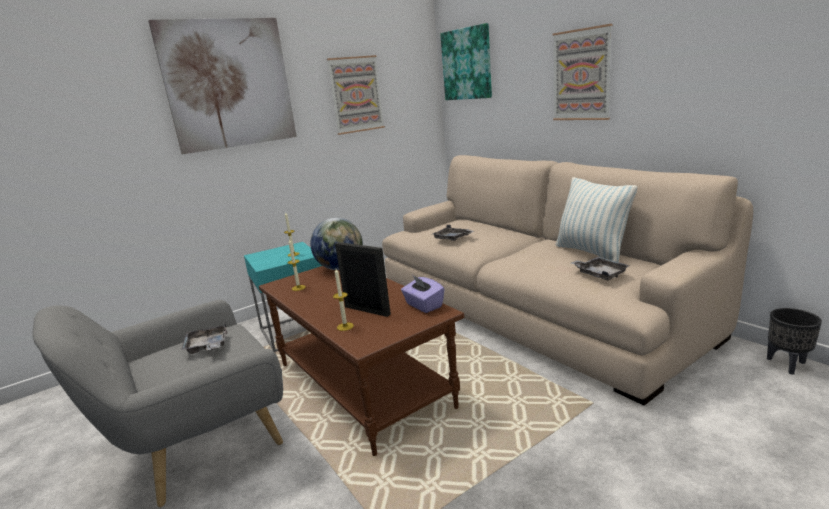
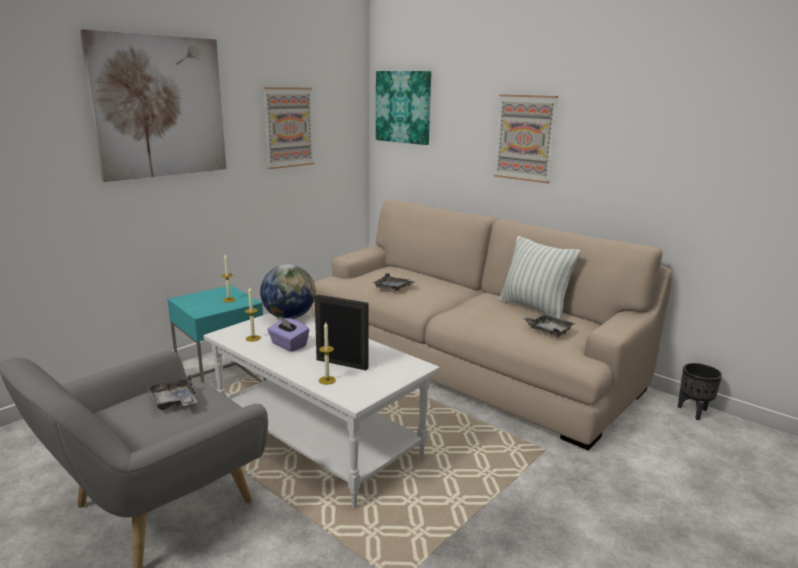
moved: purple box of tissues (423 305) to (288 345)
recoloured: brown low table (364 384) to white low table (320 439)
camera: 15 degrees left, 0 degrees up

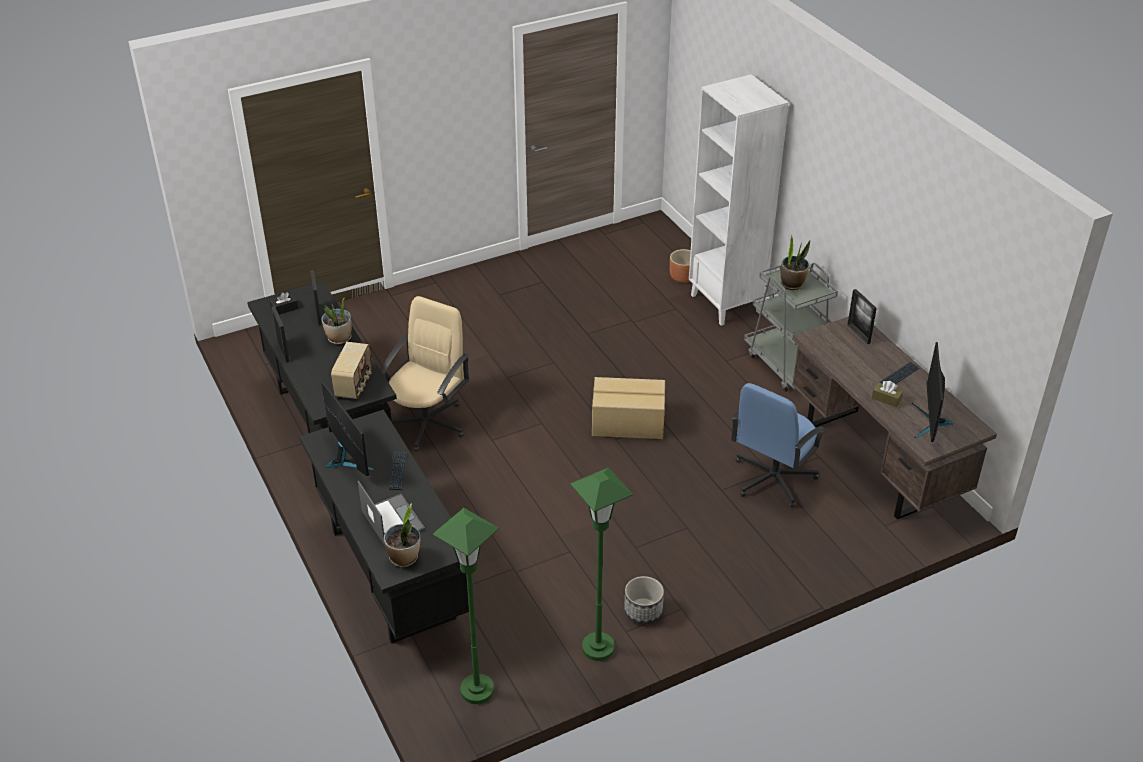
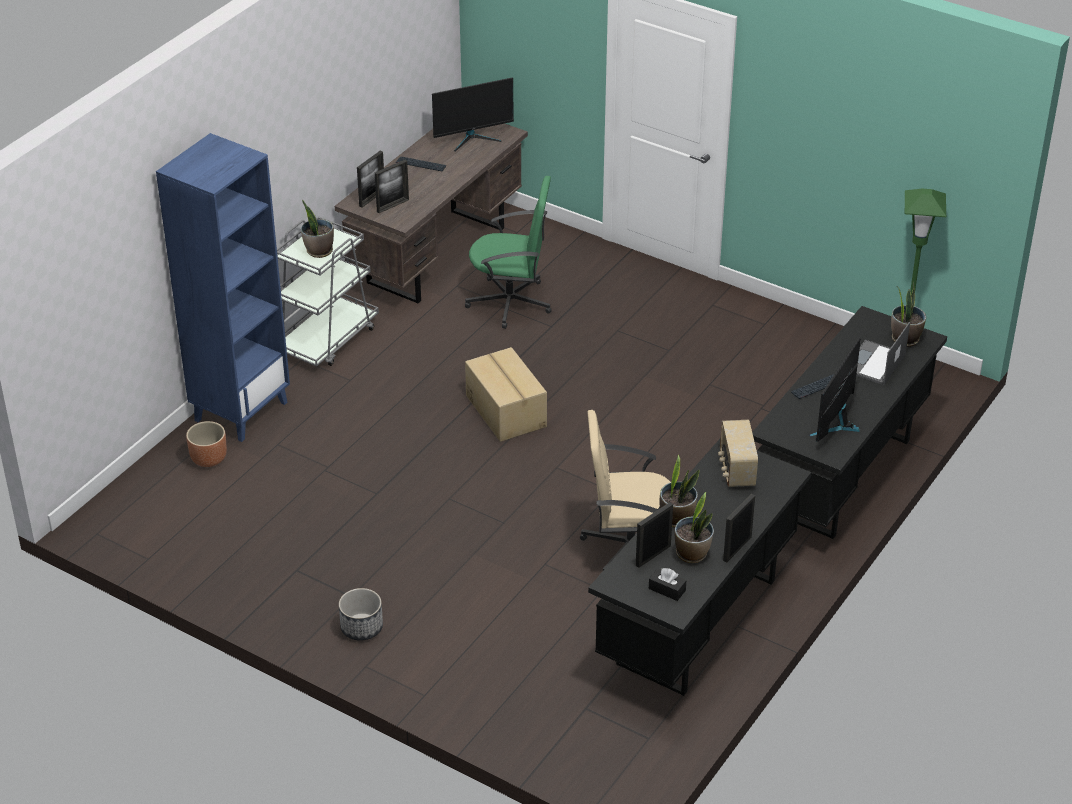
removed: green-coloured standard lamp (598 648); brown box of tissues (886 399)
added: photo frame (393 205); plant in a pot (692 554)
moved: planter (643 612) to (362 627)
recoloured: white bookshelf (726 303) to bluish bookshelf (241 410); bluish computer chair (772 479) to green-coloured computer chair (511 302)
turned: radio set (354 385) = (736 470) 75 degrees counterclockwise
camera: 120 degrees left, 0 degrees up

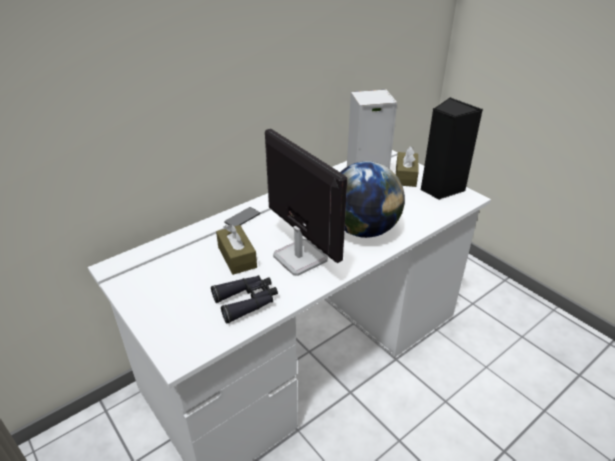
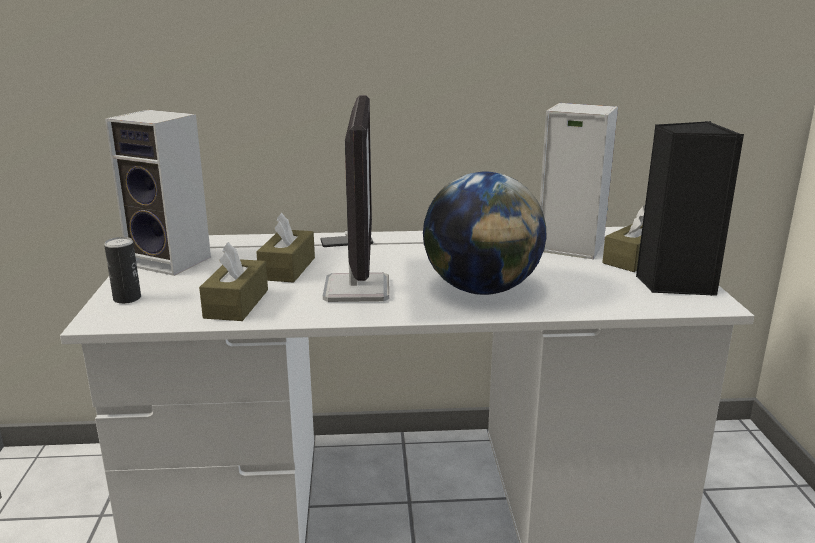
added: can (127 298); audio speaker (173 261)
replaced: black-coloured field glasses (247 301) to brown box of tissues (236 304)
camera: 35 degrees right, 15 degrees down

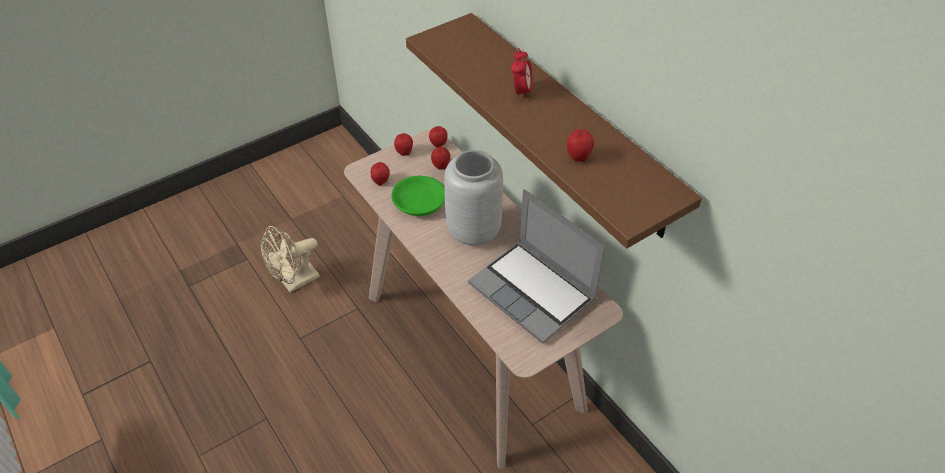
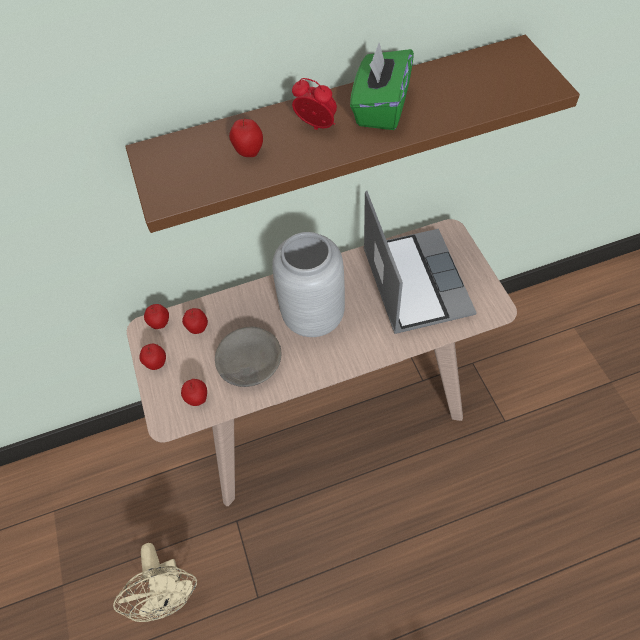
added: green-coloured box of tissues (380 108)
moved: apple fruit (578 157) to (249 153)
recoloured: green-coloured deep dish (418 202) to grey deep dish (249 363)
turned: portable computer (534 292) = (414 281) 75 degrees counterclockwise
camera: 70 degrees left, 10 degrees up

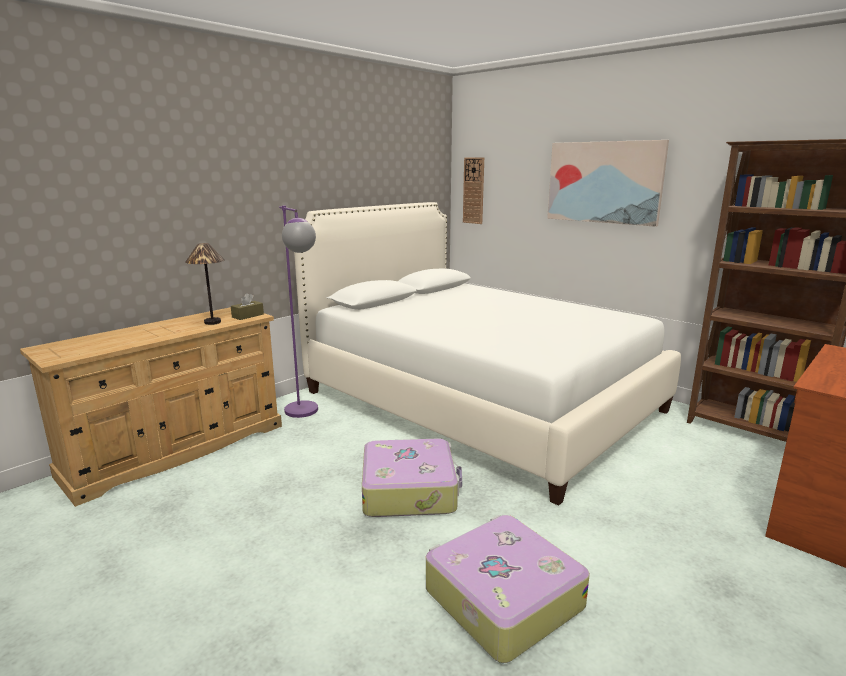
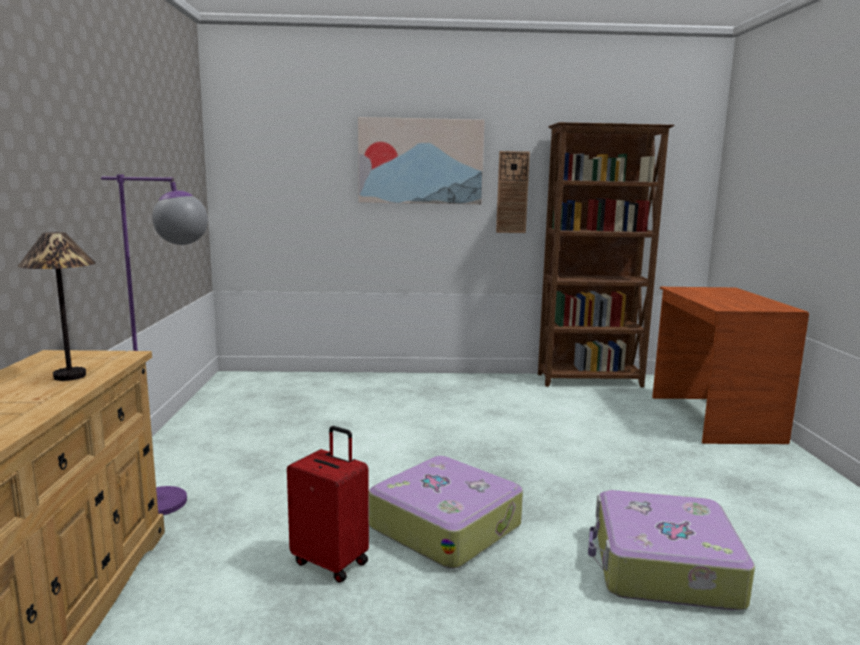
removed: brown box of tissues (248 316); white bed (479 400)
added: red travel case (331 562)
moved: wall clock (473 190) to (512 192)
camera: 45 degrees left, 5 degrees down

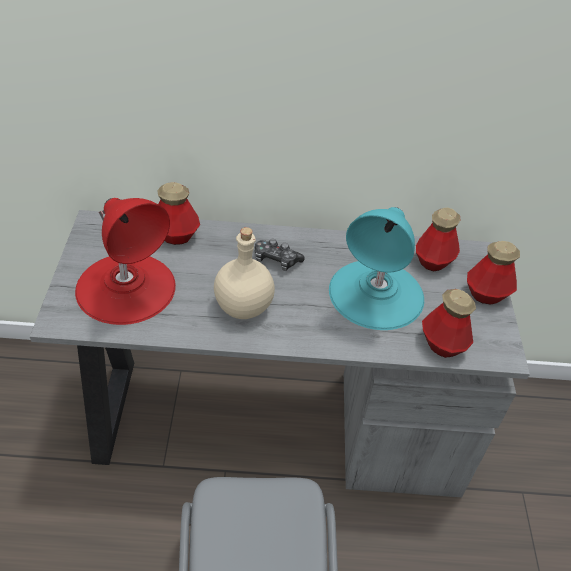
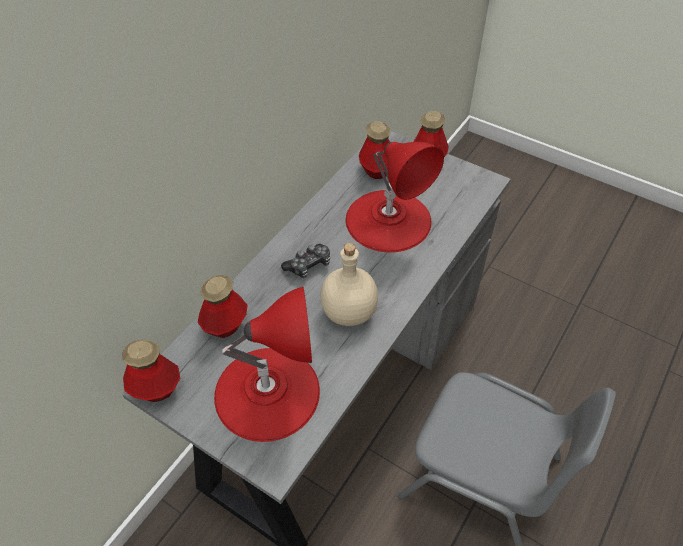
moved: bottle (442 344) to (156 389)
recoloured: turquoise-coloured tabletop lamp (376 294) to red tabletop lamp (388 220)
camera: 55 degrees left, 5 degrees up

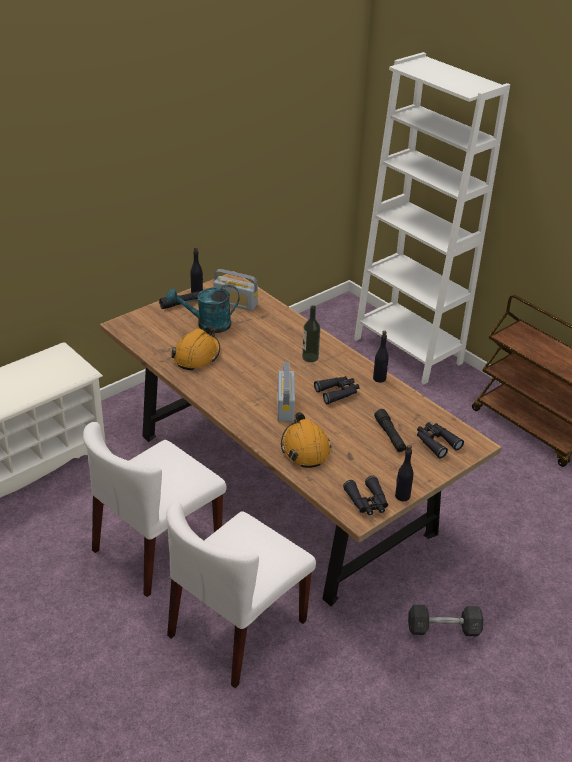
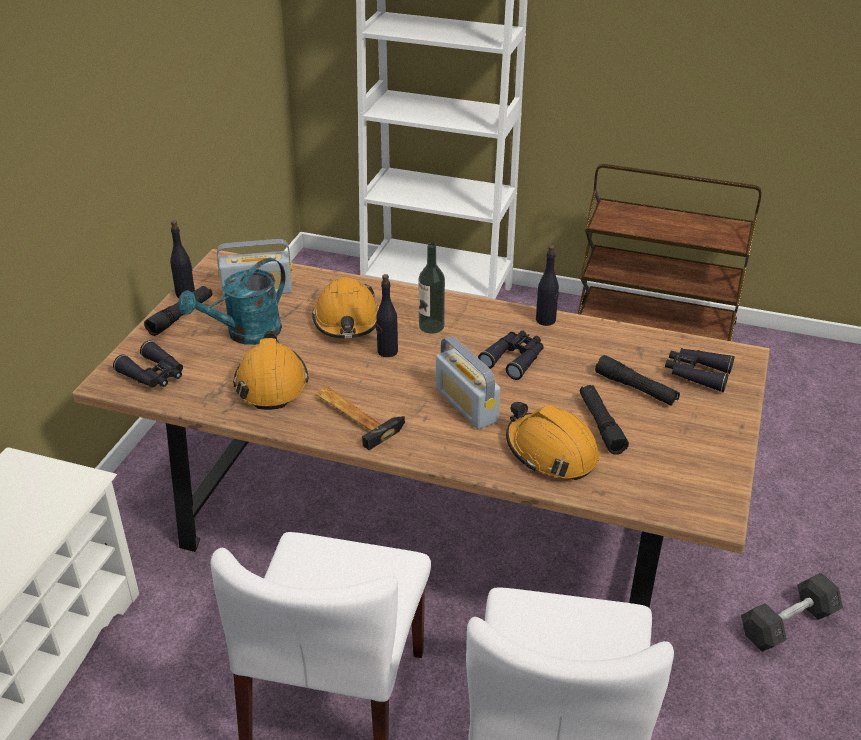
added: orange safety helmet (347 321); hammer (355 415); black-coloured flashlight (601 425)
moved: black-coloured field glasses (367 502) to (154 375); black-coloured bottle (402 496) to (387 351)
camera: 30 degrees left, 0 degrees up

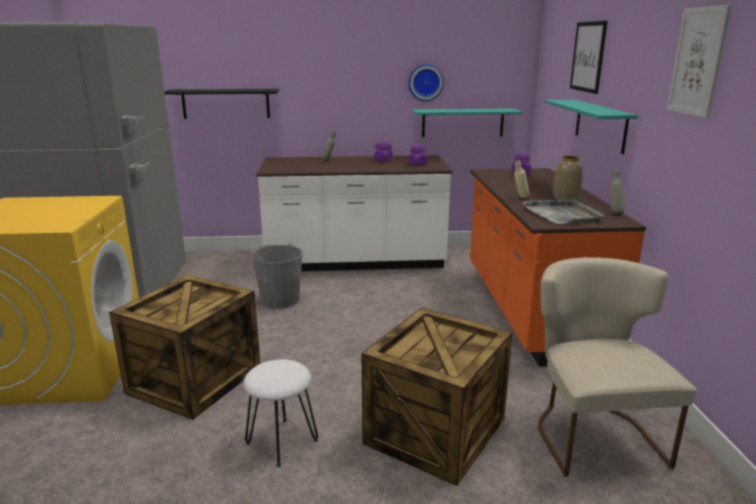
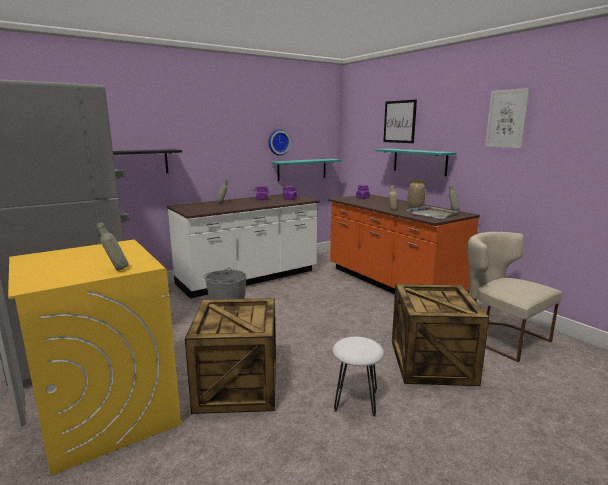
added: grey bottle (115 270)
camera: 30 degrees left, 5 degrees down

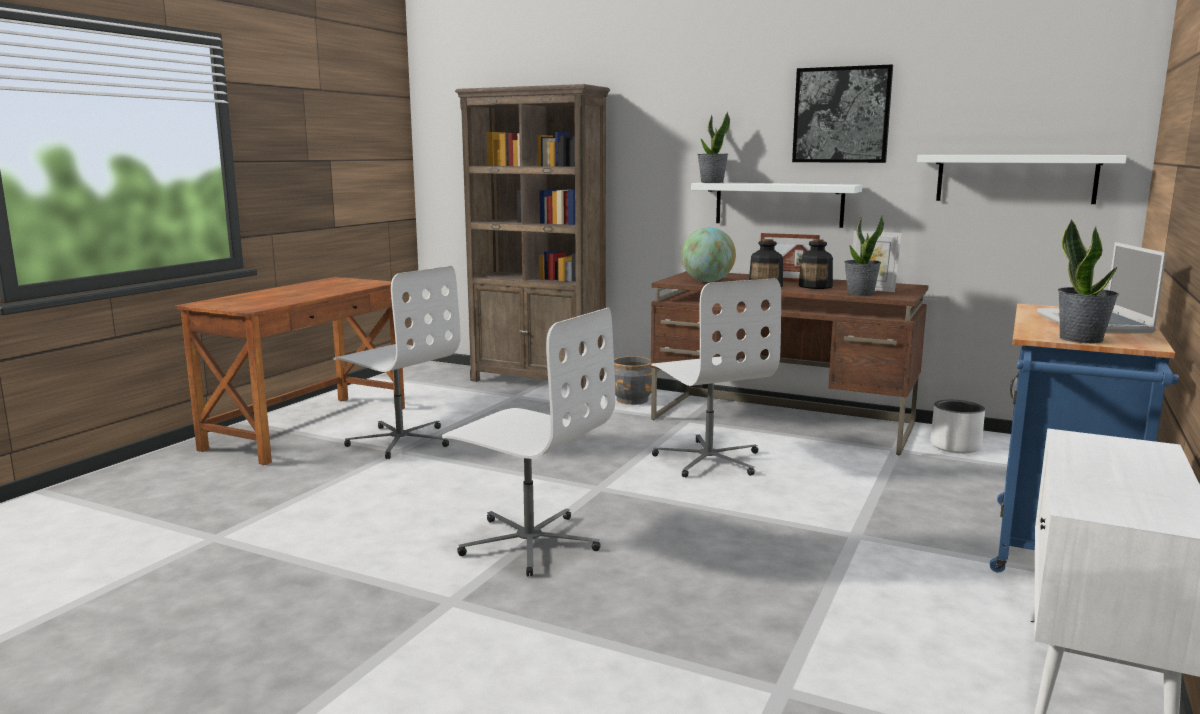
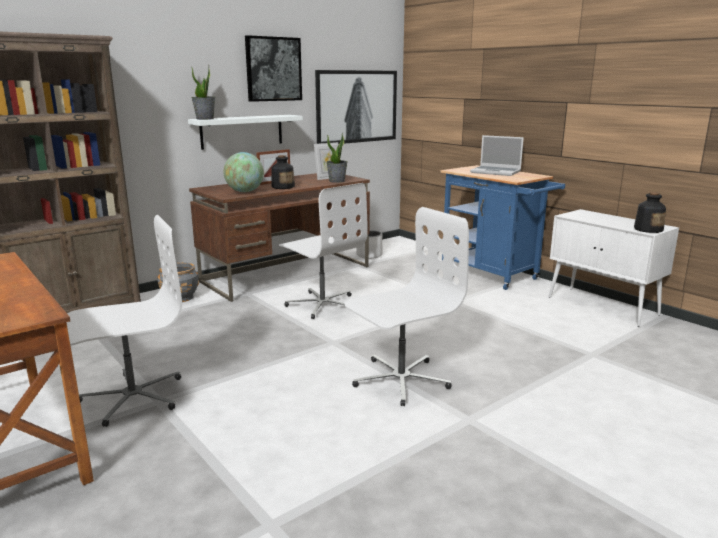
removed: plant in a pot (1081 339)
moved: bottle (815 286) to (648 229)
replaced: white bracket shelf (1015 178) to wall art (357 106)
turned: white computer chair (709 460) = (323 304) 45 degrees clockwise
camera: 65 degrees left, 5 degrees up

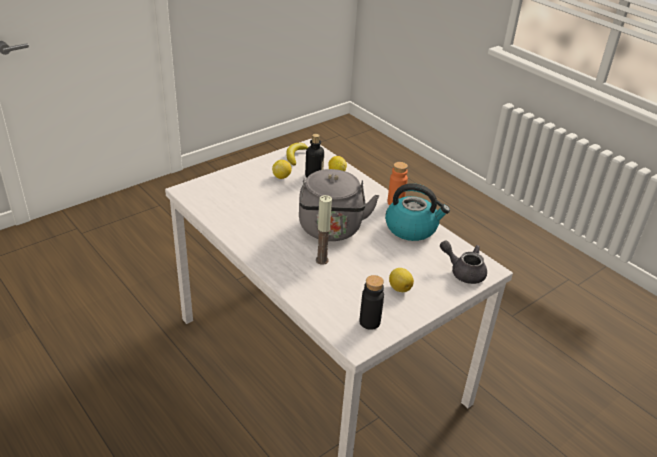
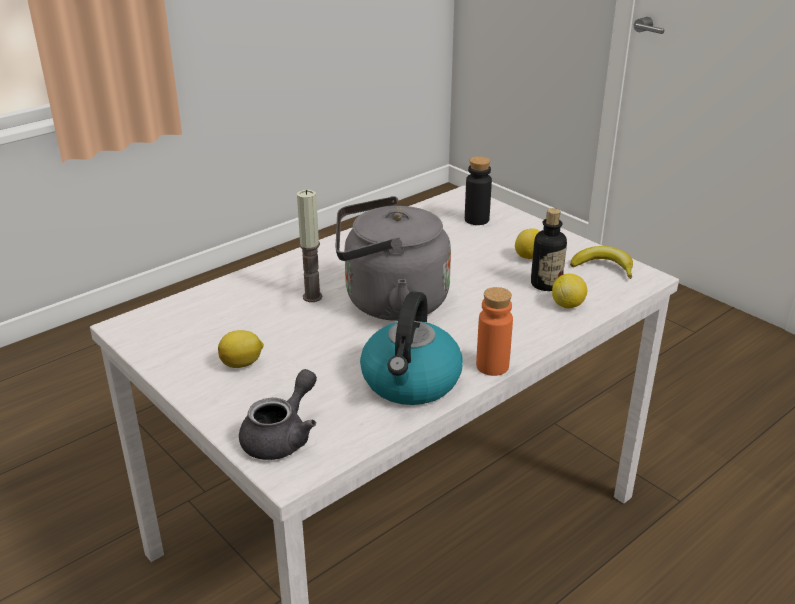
moved: black-coloured bottle (369 322) to (476 220)
camera: 90 degrees right, 5 degrees down

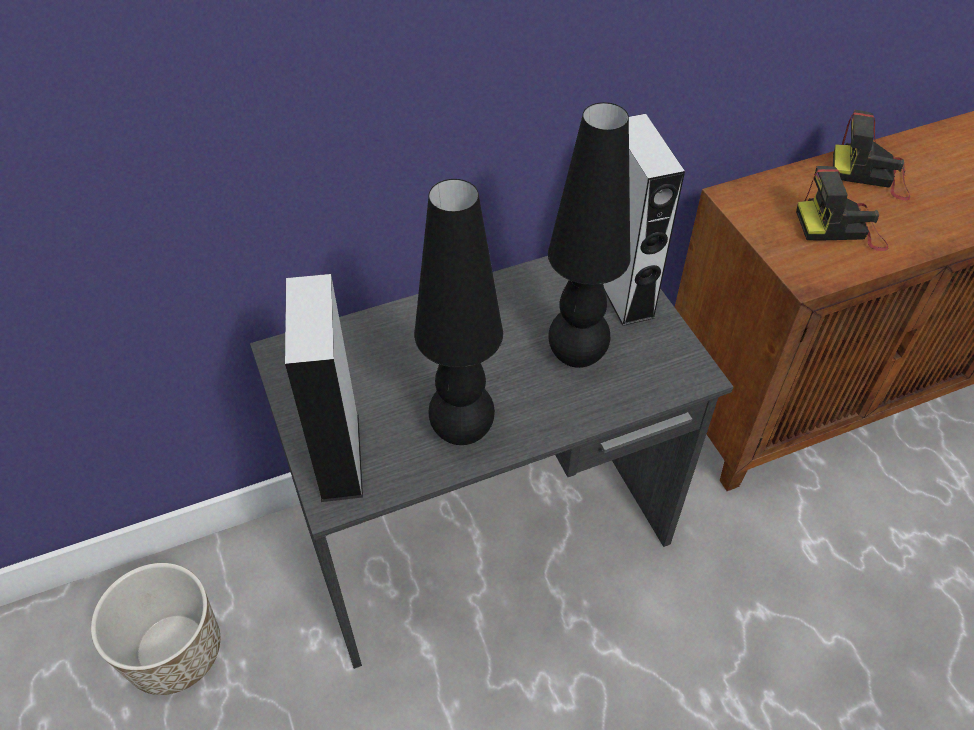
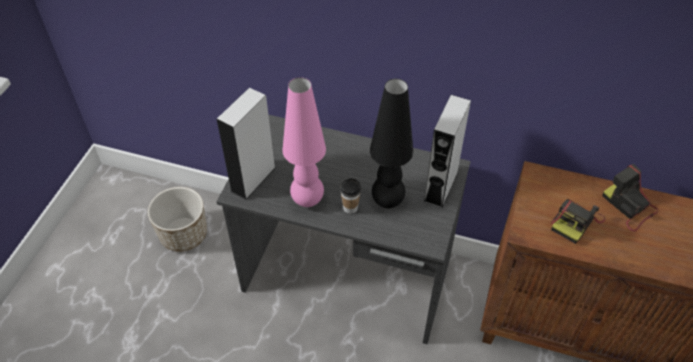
added: small cup (350 208)
recoloured: black-coloured tabletop lamp (462 430) to pink tabletop lamp (308 200)
turned: still camera (841 227) = (575 221) 90 degrees counterclockwise
camera: 40 degrees right, 0 degrees up

